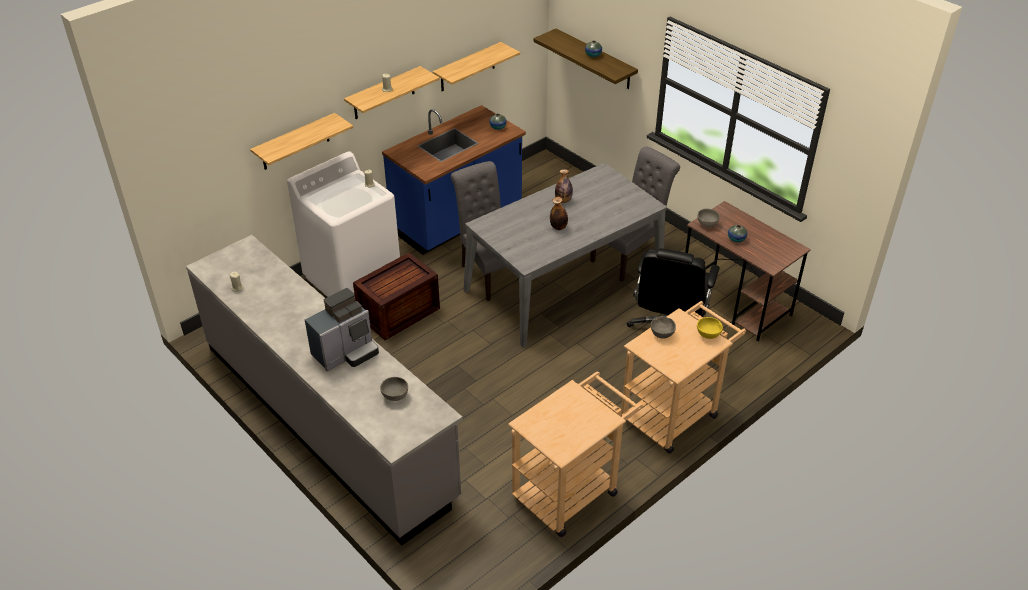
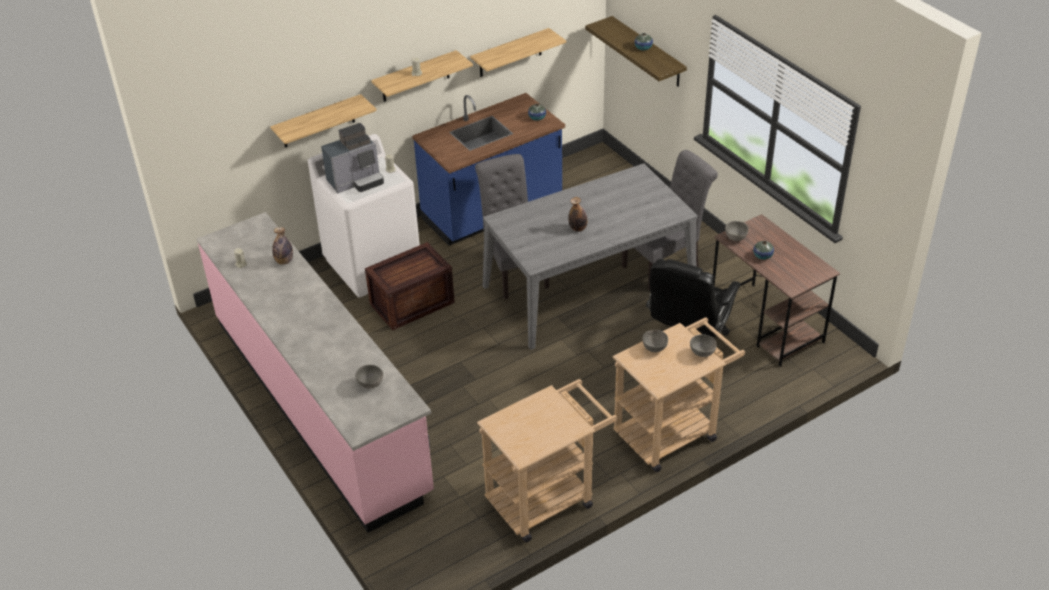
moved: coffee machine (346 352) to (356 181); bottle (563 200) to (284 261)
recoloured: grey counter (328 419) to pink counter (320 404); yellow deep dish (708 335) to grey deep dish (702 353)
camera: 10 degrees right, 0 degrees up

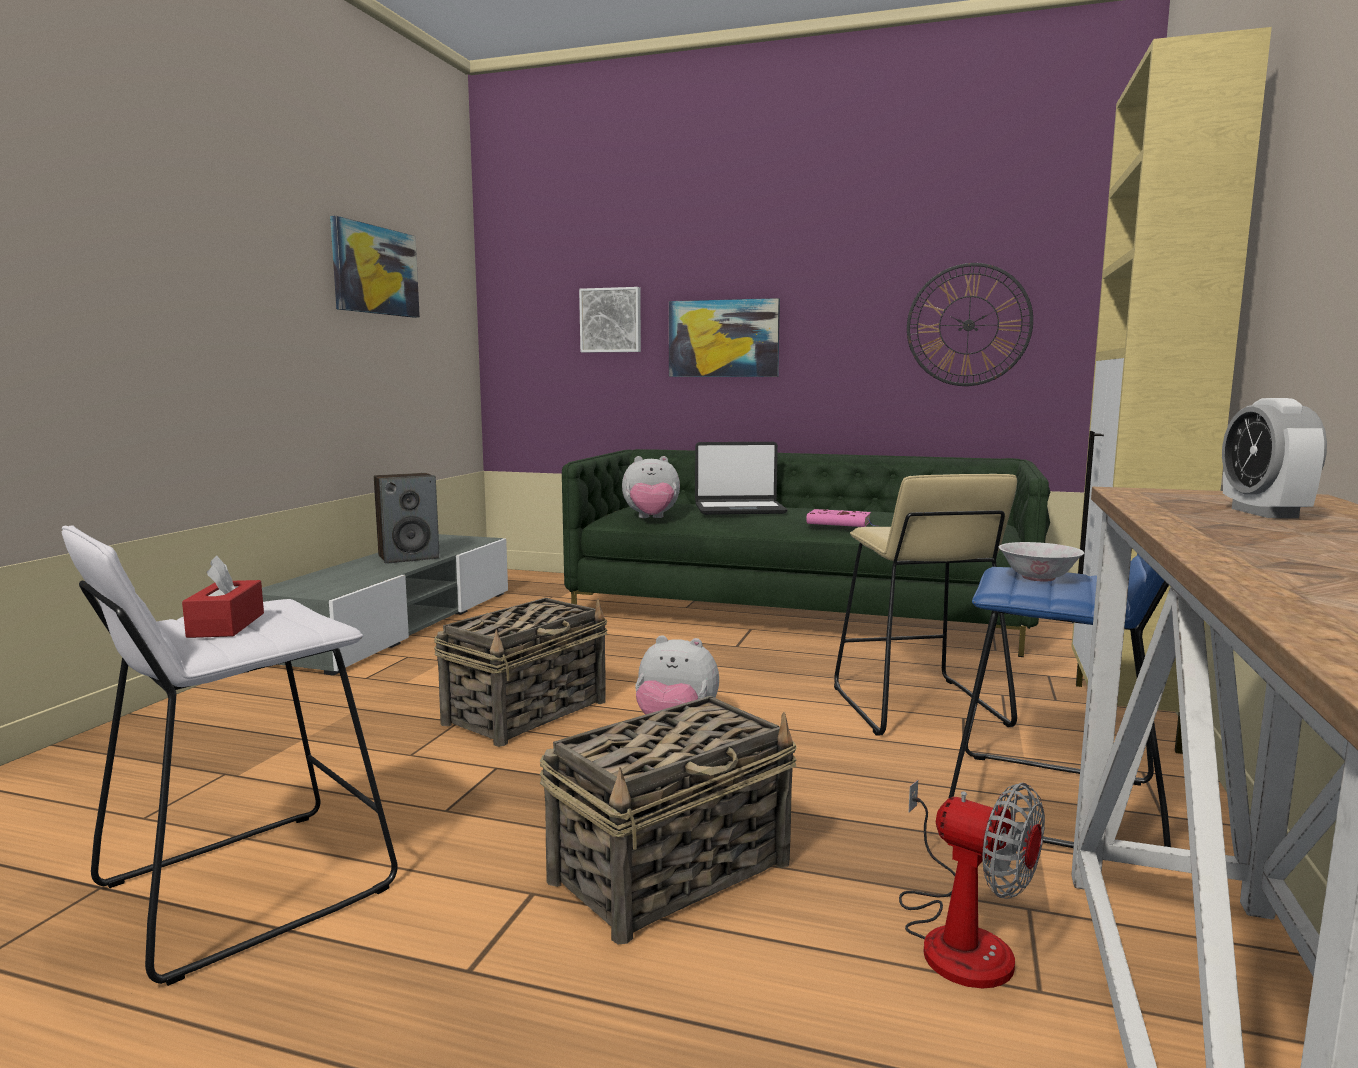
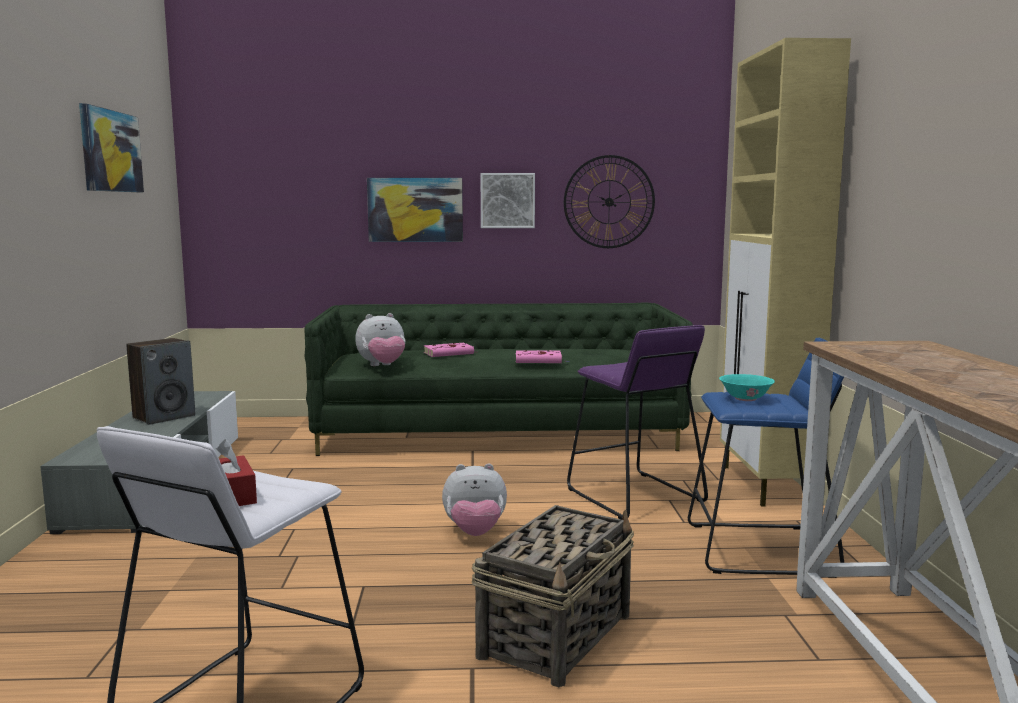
removed: household basket (527 712); cooling fan (958 936); table clock (1264 513)
moved: wall art (611 320) to (507 200)
replaced: portable computer (739 509) to pink book (450 353)
recoloured: beige-coloured stool seat (916 706) to purple stool seat (633 496); white deep dish (1038 578) to turquoise-coloured deep dish (746 398)
camera: 20 degrees left, 0 degrees up

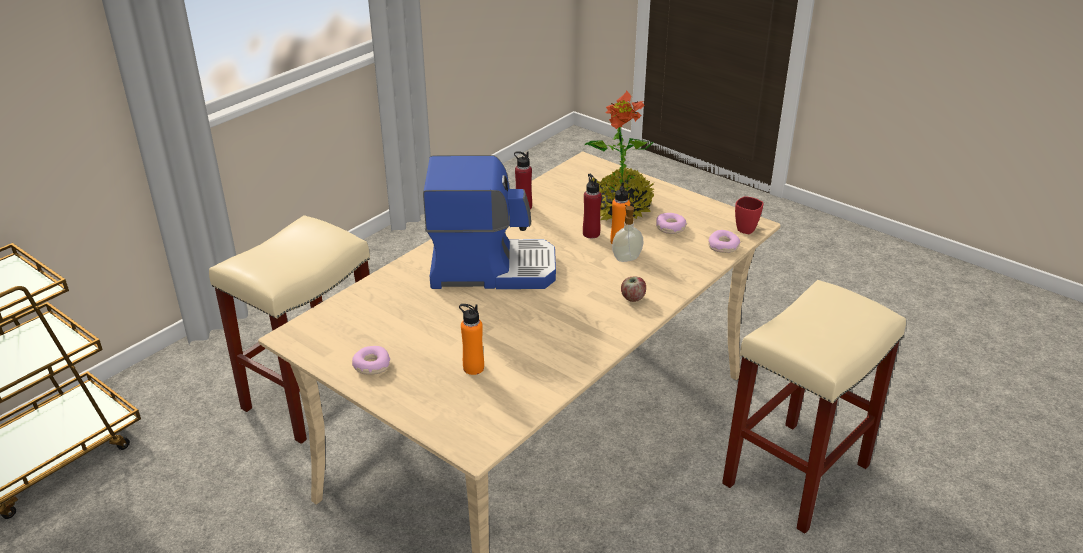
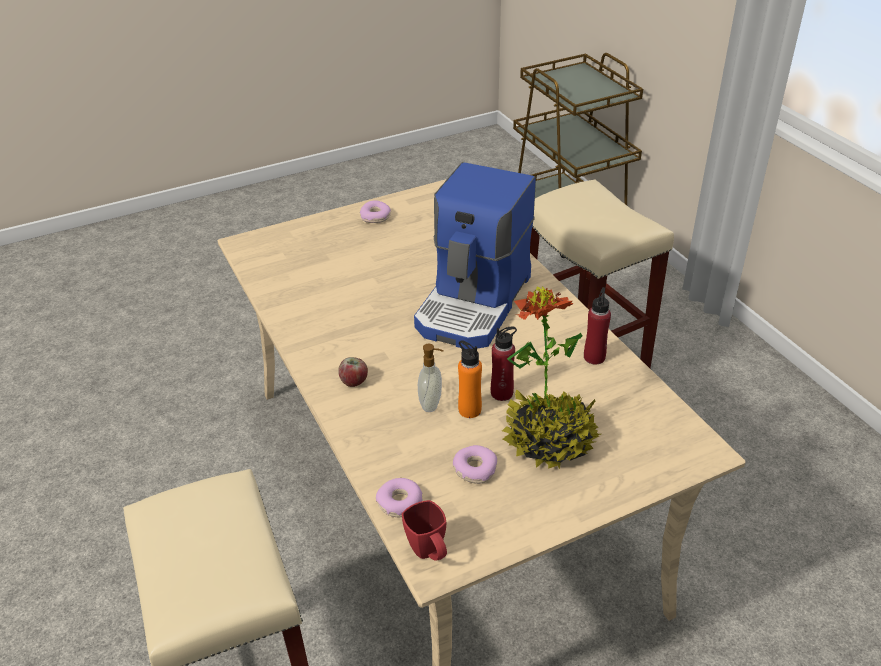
removed: orange bottle (473 368)
camera: 115 degrees right, 5 degrees up

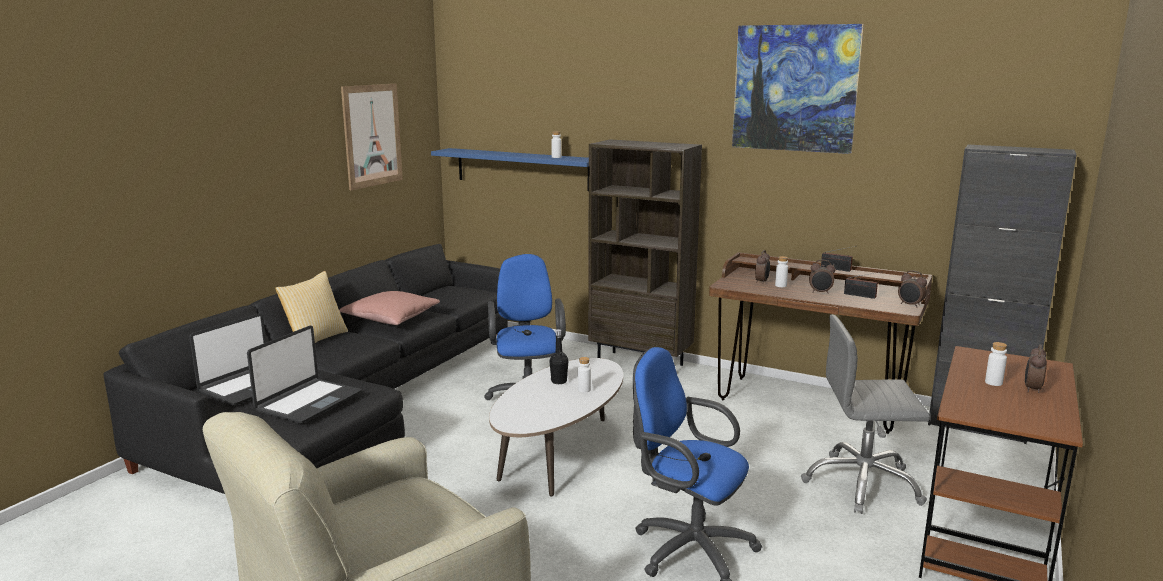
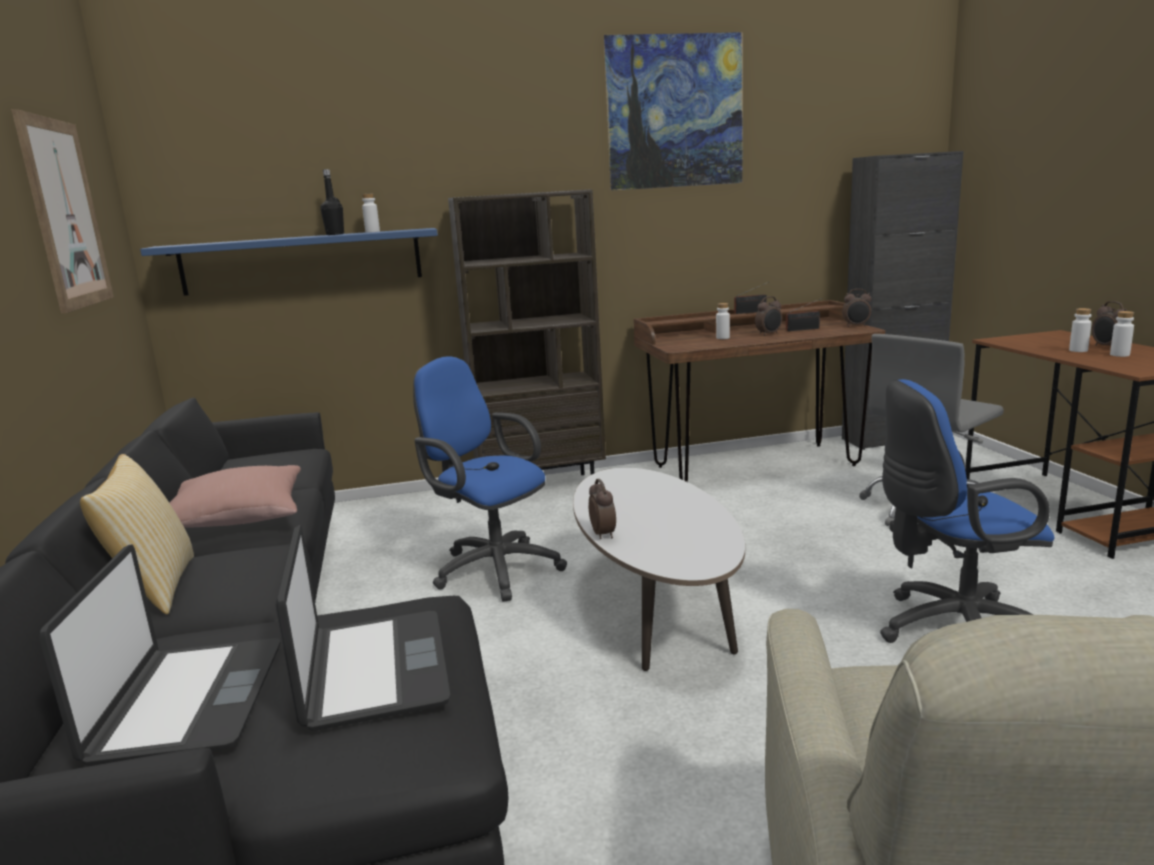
moved: black-coloured bottle (559 381) to (335 234); white bottle (584 390) to (1119 355); table clock (762 282) to (603 534)
camera: 40 degrees left, 0 degrees up

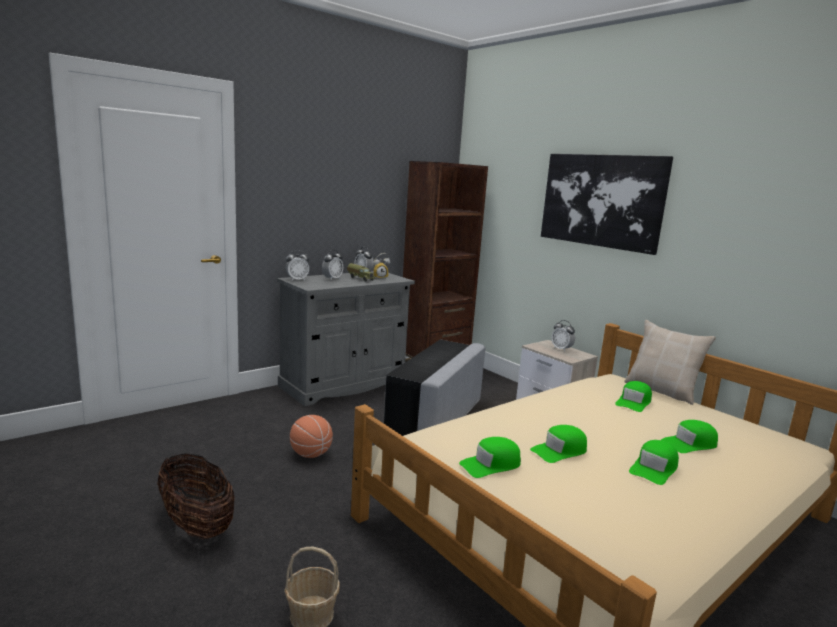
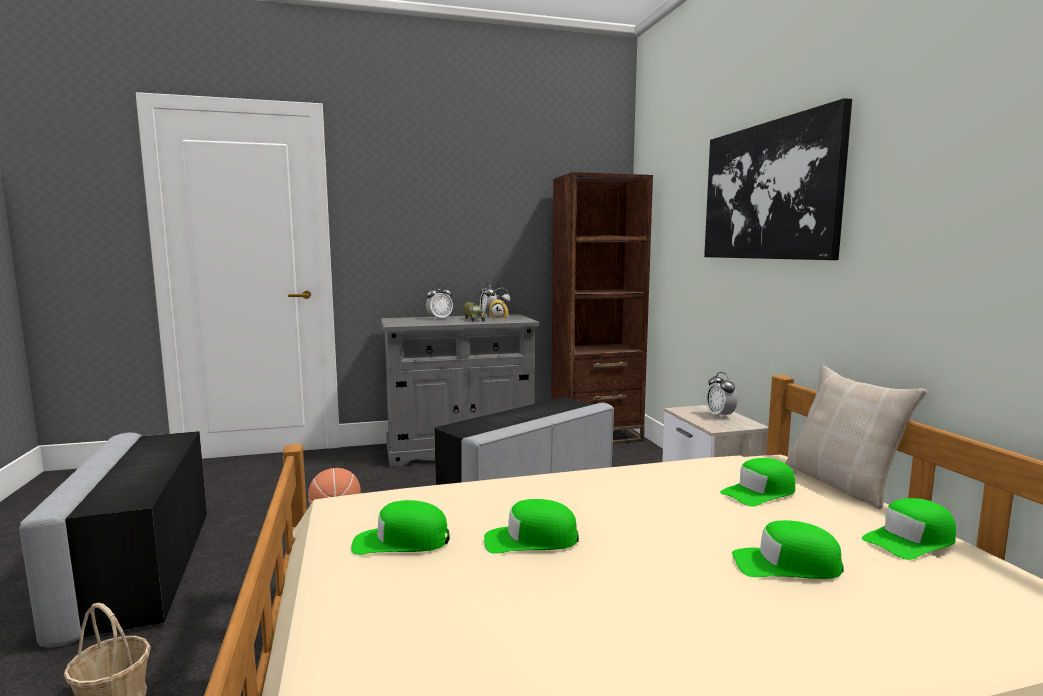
removed: table clock (297 280)
moved: green-coloured peaked cap (654 468) to (910 540)
replaced: household basket (196 524) to grey footrest (139 569)
camera: 25 degrees right, 5 degrees down

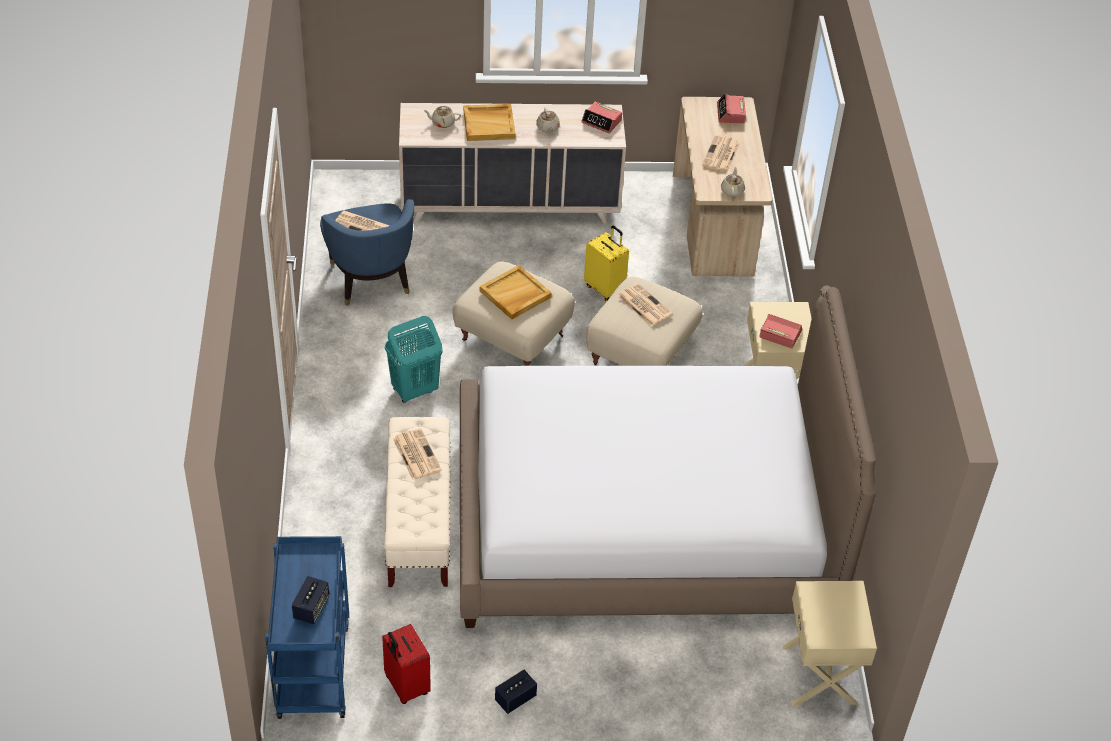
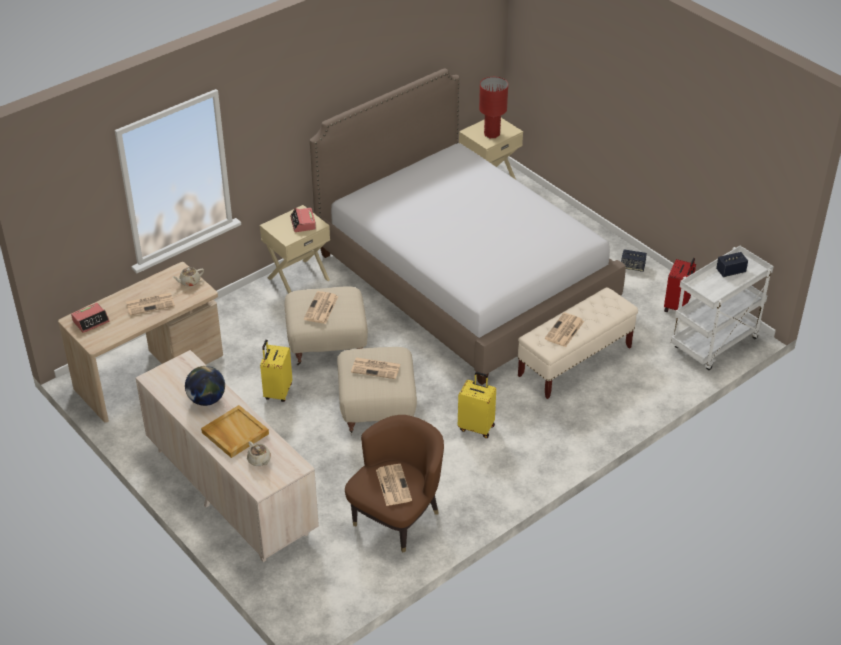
removed: table clock (601 121)
added: red tabletop lamp (492 134)
replaced: turquoise-coloured hamper (414 390) to yellow travel case (476 427); beige-coloured tray (515 295) to newspaper (376 368); beige-coloured teapot (547 128) to world globe (207 400)
recoloured: bluish wheeled cart (312 668) to white wheeled cart (714 344); bluish easy chair (370 279) to brown easy chair (397 517)
camera: 125 degrees left, 5 degrees down

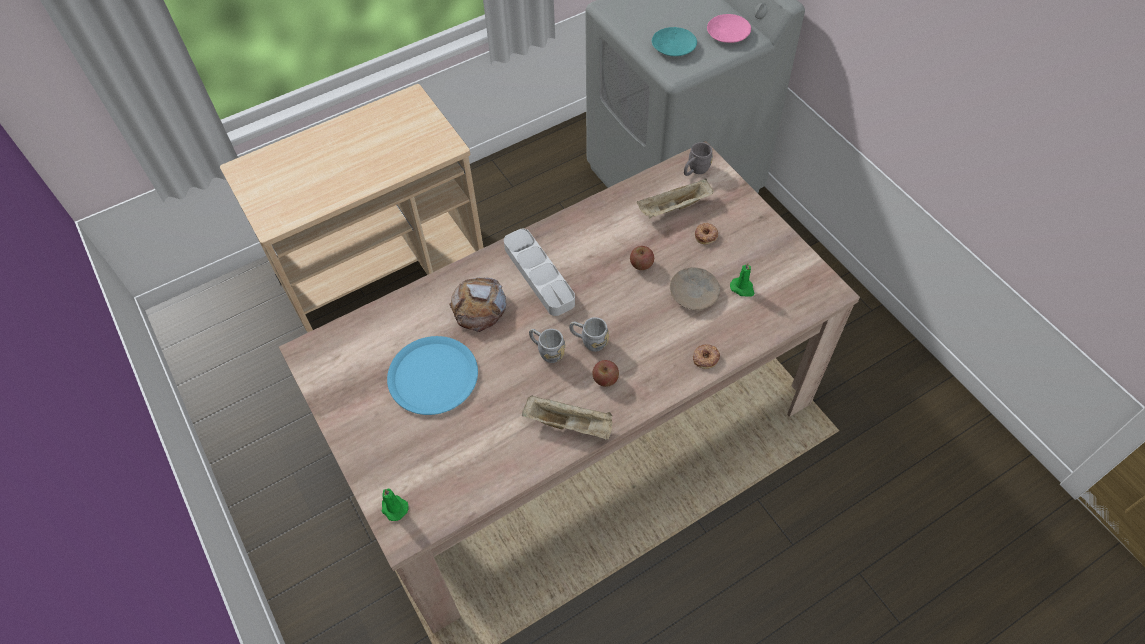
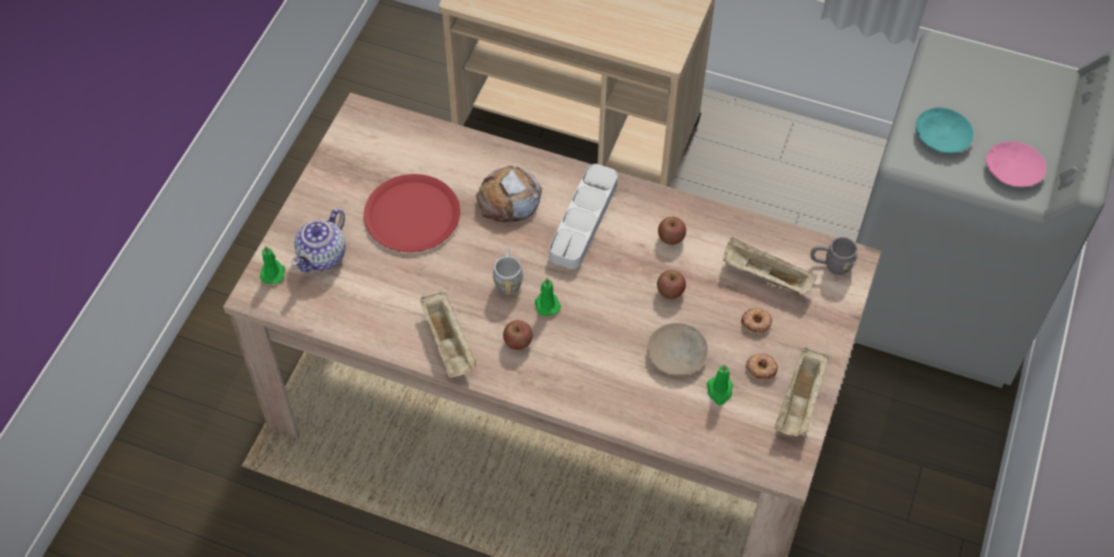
added: teapot (323 255); apple fruit (671 237); beige-coloured tray (799 402)
moved: ring doughnut (705 358) to (761 368)
replaced: grey coffee mug (589 341) to green-coloured candle (547 304)
recoloured: bluish flat dish (433 376) to red flat dish (412 214)
camera: 50 degrees right, 0 degrees up

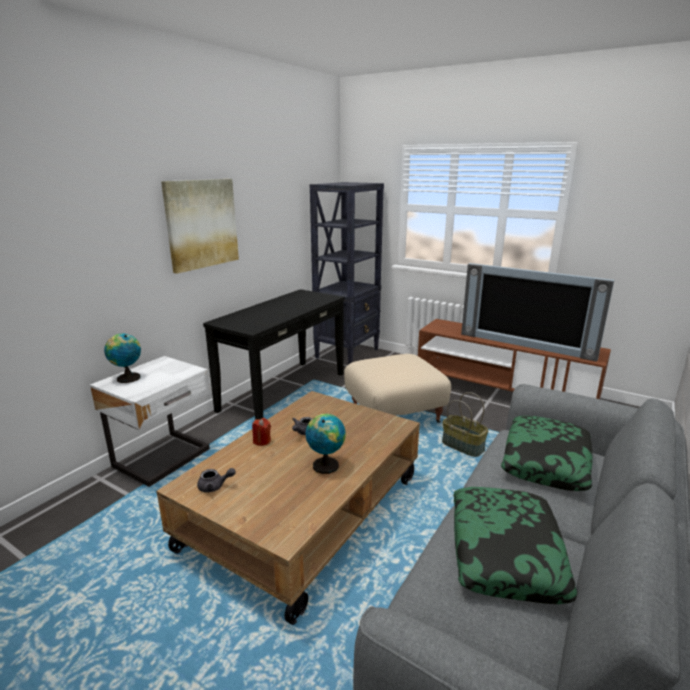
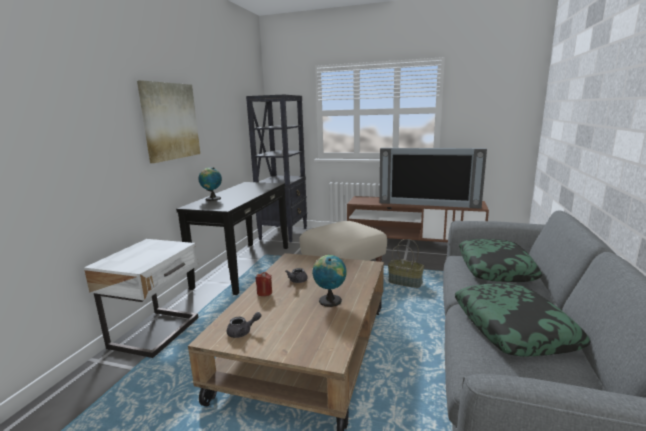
moved: world globe (127 378) to (212 199)
camera: 15 degrees left, 5 degrees down

